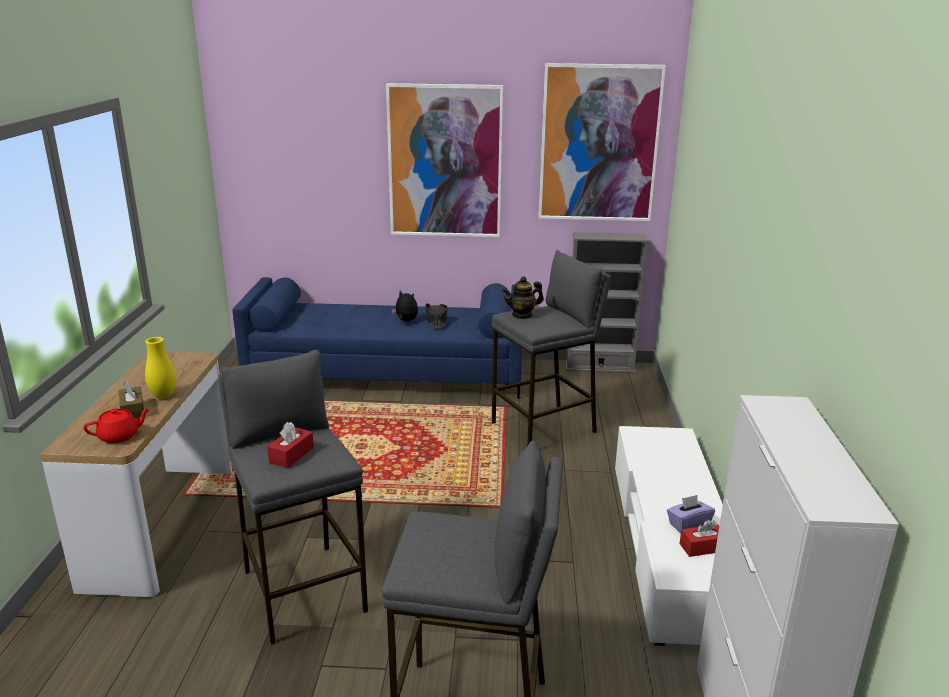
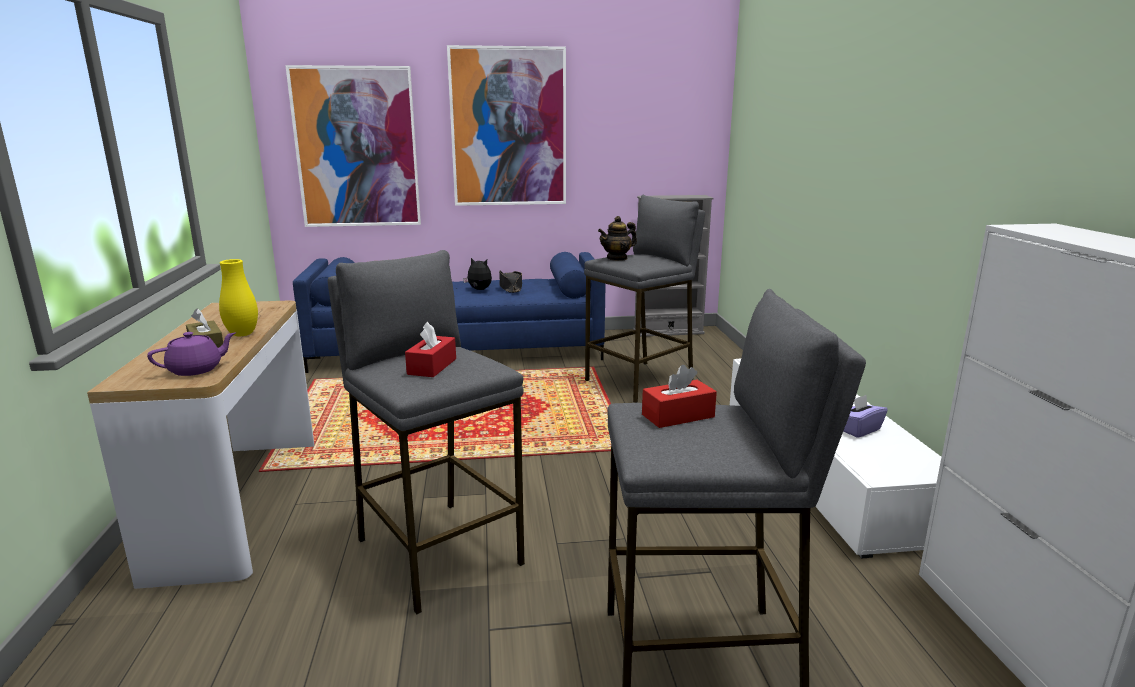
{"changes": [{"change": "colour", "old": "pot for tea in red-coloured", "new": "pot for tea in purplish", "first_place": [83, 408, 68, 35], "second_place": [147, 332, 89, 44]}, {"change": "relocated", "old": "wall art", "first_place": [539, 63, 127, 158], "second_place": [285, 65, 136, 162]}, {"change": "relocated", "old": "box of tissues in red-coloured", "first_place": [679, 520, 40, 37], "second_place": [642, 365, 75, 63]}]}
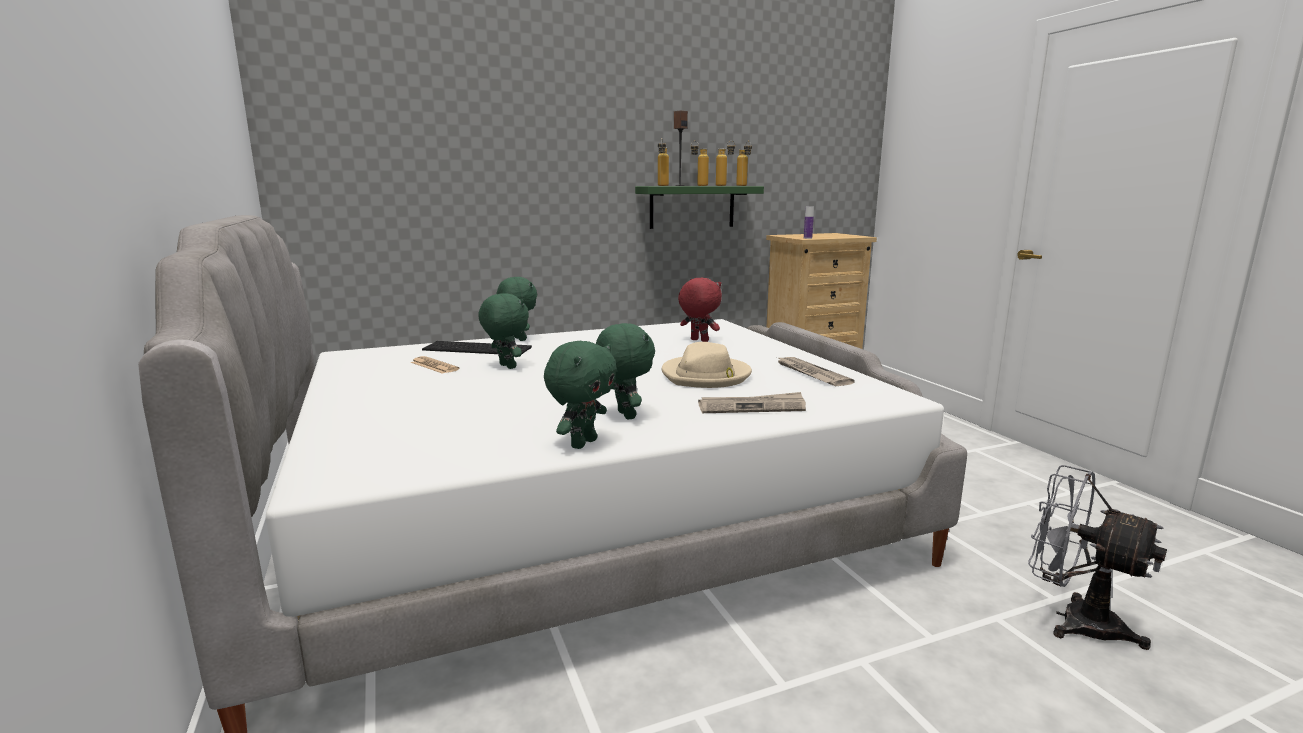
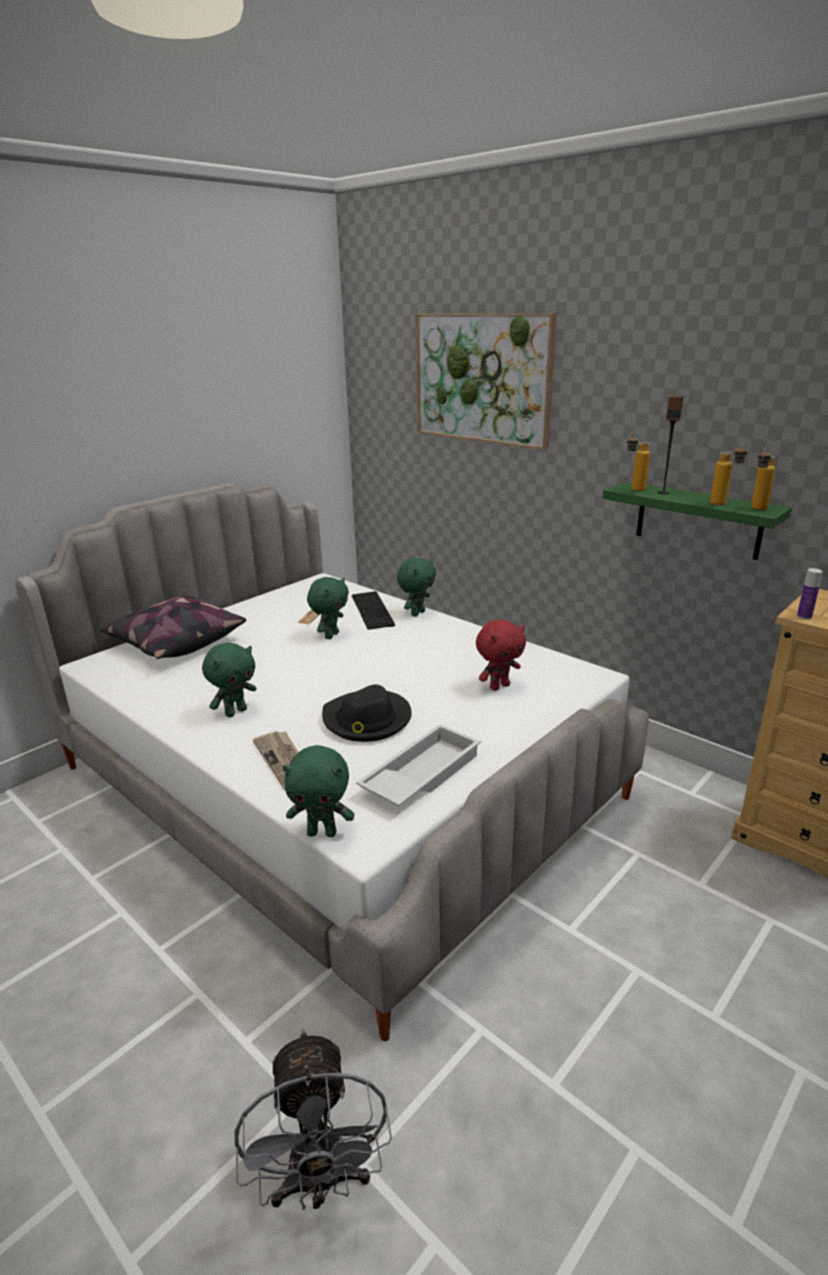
{"changes": [{"change": "relocated", "old": "soft toy in green", "first_place": [544, 341, 73, 108], "second_place": [283, 745, 72, 92]}, {"change": "colour", "old": "hat in sand-coloured", "new": "hat in blackish", "first_place": [662, 342, 90, 46], "second_place": [322, 685, 90, 57]}, {"change": "spun", "old": "soft toy in red-coloured", "first_place": [678, 278, 44, 64], "second_place": [476, 620, 50, 71], "degrees": 45}, {"change": "missing", "old": "drink bottle", "first_place": [691, 141, 18, 45]}, {"change": "exchanged", "old": "daily paper", "new": "serving tray in white", "first_place": [777, 357, 78, 29], "second_place": [356, 724, 125, 83]}, {"change": "spun", "old": "cooling fan in grey", "first_place": [1028, 465, 139, 185], "second_place": [235, 1029, 157, 181], "degrees": 150}, {"change": "appeared", "new": "cushion", "second_place": [100, 596, 147, 63]}, {"change": "appeared", "new": "wall art", "second_place": [415, 313, 142, 137]}]}
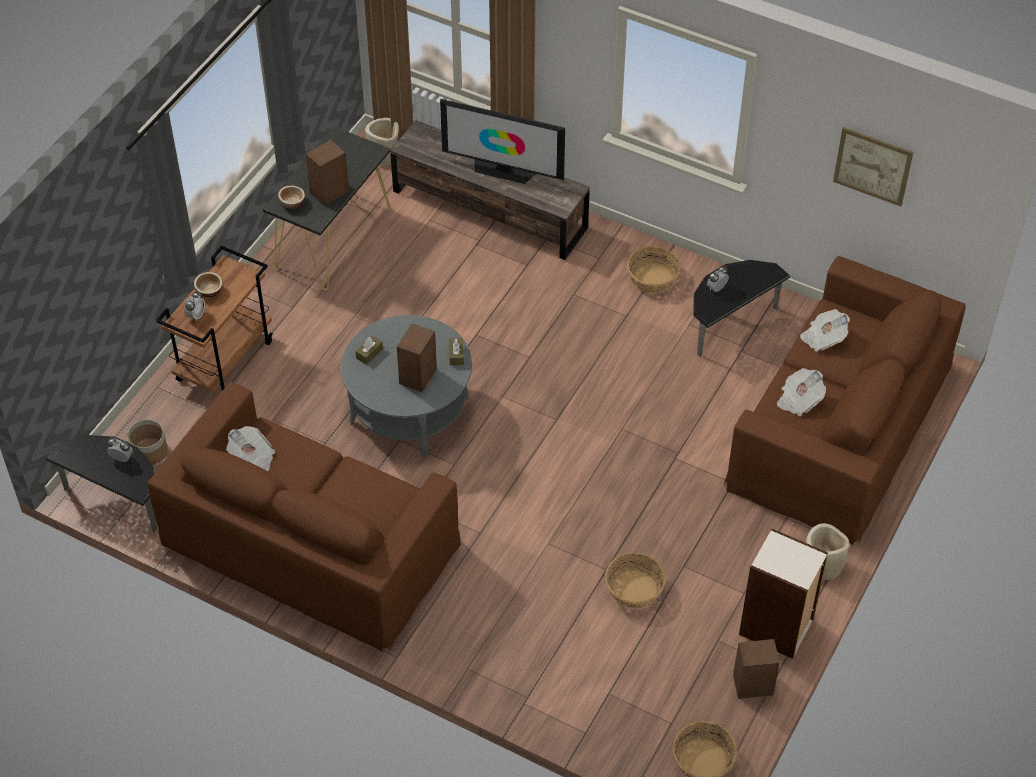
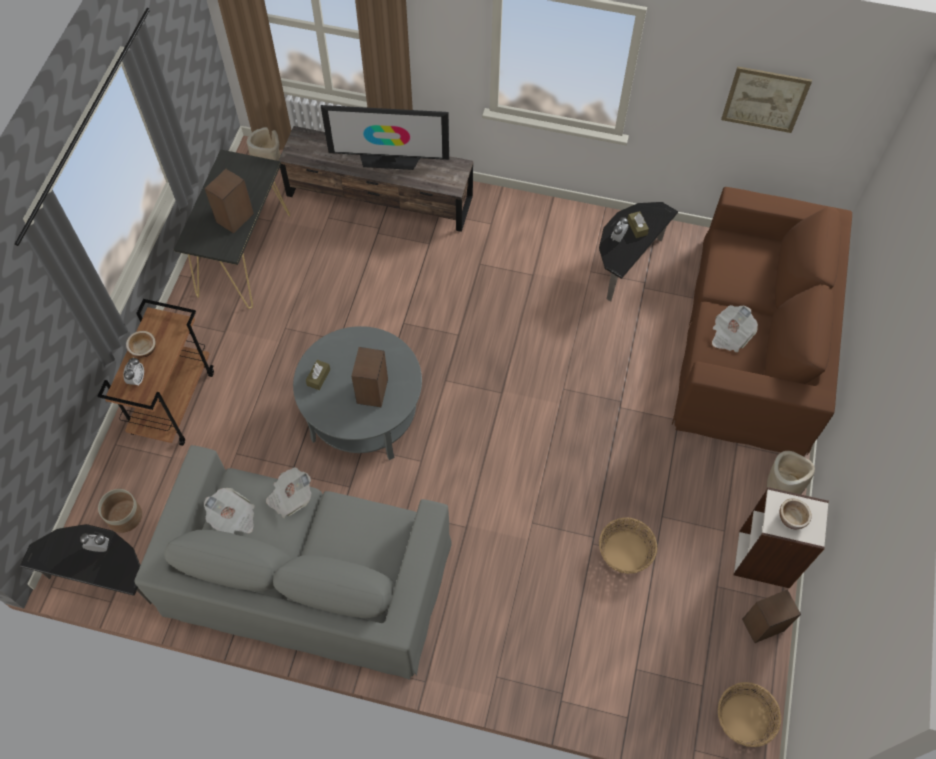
{"changes": [{"change": "colour", "old": "settee in brownish", "new": "settee in grey", "first_place": [147, 382, 314, 270], "second_place": [135, 445, 317, 234]}, {"change": "relocated", "old": "serving bowl", "first_place": [278, 185, 27, 24], "second_place": [780, 499, 32, 30]}, {"change": "relocated", "old": "box of tissues in brownish", "first_place": [449, 338, 15, 28], "second_place": [627, 211, 22, 27]}, {"change": "missing", "old": "household basket", "first_place": [627, 246, 54, 47]}, {"change": "relocated", "old": "daily paper", "first_place": [800, 309, 50, 43], "second_place": [266, 467, 46, 51]}]}
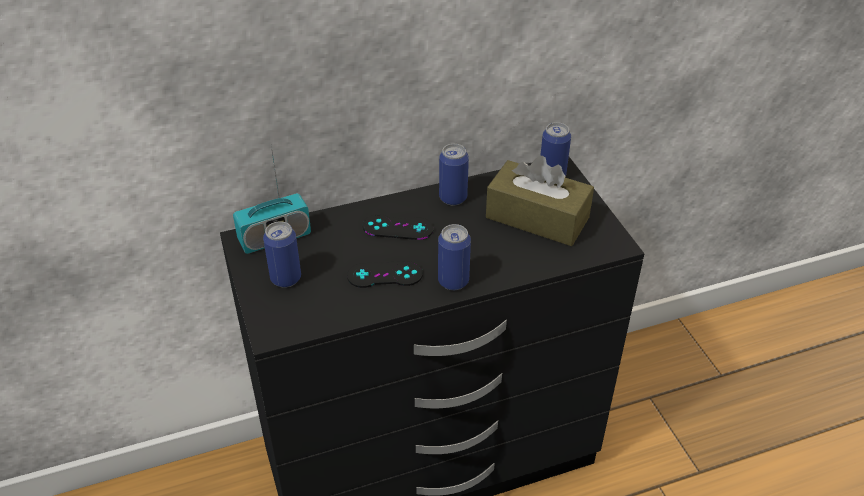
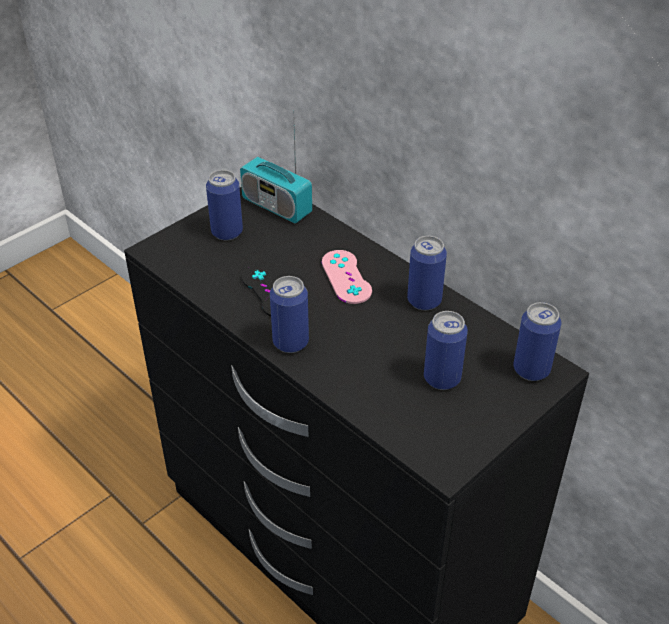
{"changes": [{"change": "colour", "old": "joypad in blackish", "new": "joypad in pinkish", "first_place": [362, 214, 72, 26], "second_place": [322, 250, 50, 54]}, {"change": "exchanged", "old": "box of tissues in brownish", "new": "metal can", "first_place": [486, 156, 108, 90], "second_place": [424, 311, 44, 79]}]}
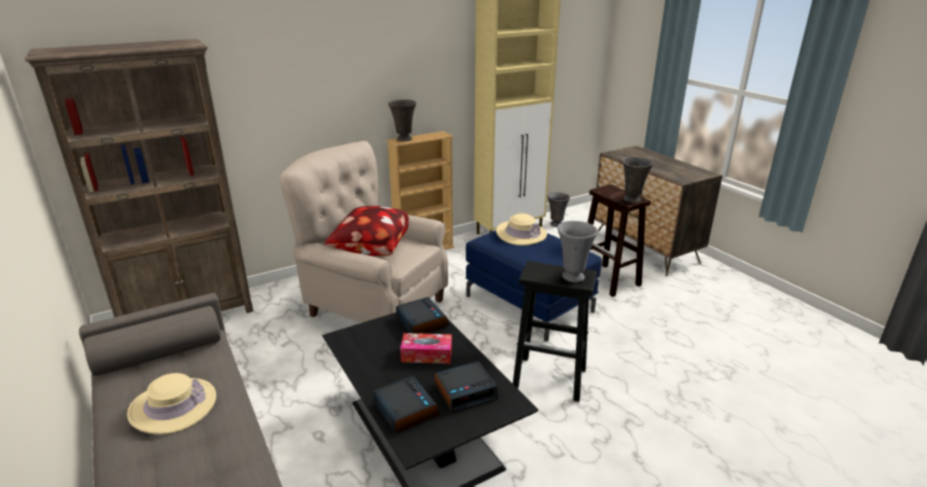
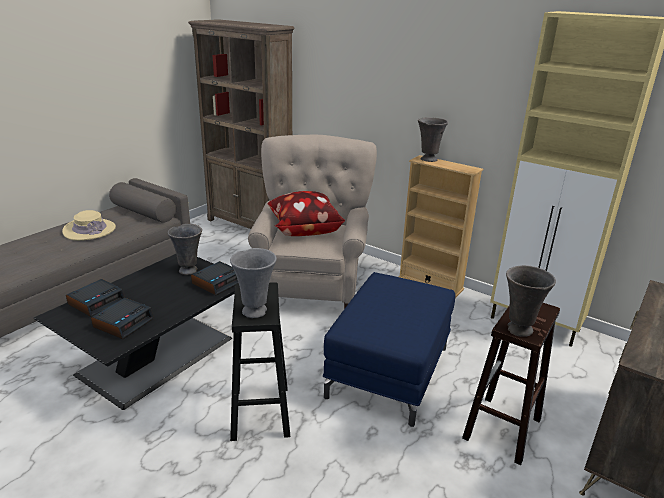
{"changes": [{"change": "missing", "old": "box of tissues", "first_place": [400, 333, 52, 31]}, {"change": "spun", "old": "alarm clock", "first_place": [434, 361, 64, 52], "second_place": [91, 298, 63, 41], "degrees": -105}, {"change": "missing", "old": "hat in sand-coloured", "first_place": [496, 213, 51, 33]}, {"change": "relocated", "old": "flower vase in grey", "first_place": [547, 192, 23, 35], "second_place": [168, 224, 34, 51]}]}
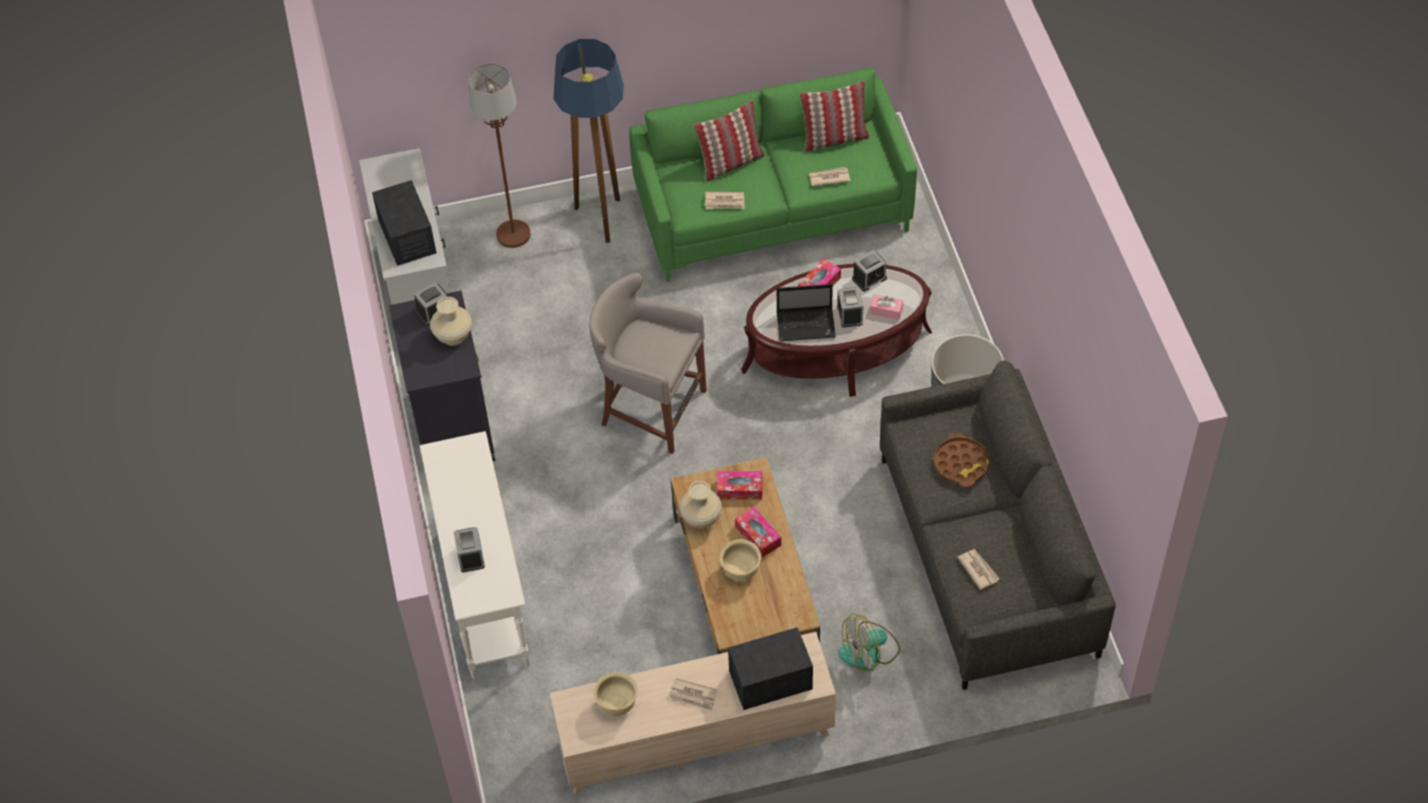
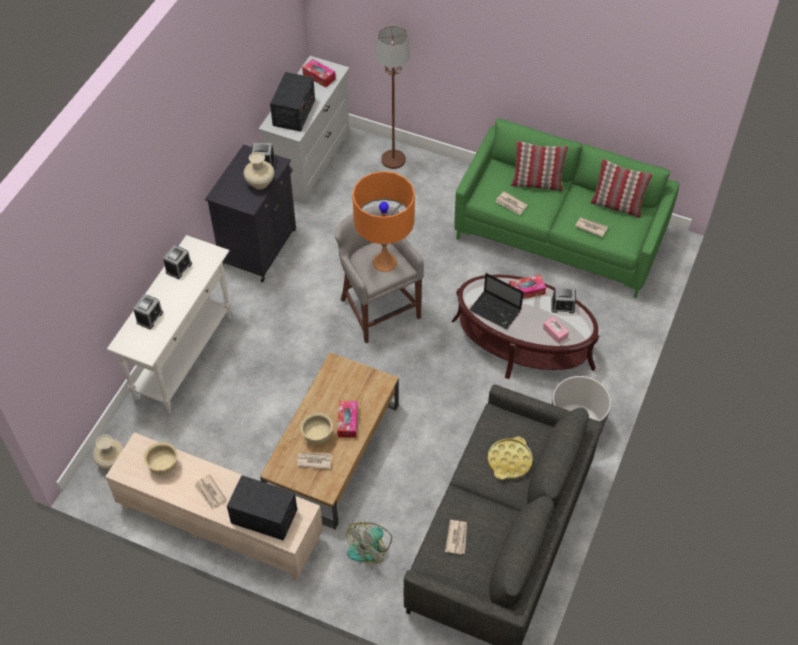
{"changes": [{"change": "missing", "old": "standard lamp", "first_place": [553, 39, 71, 204]}, {"change": "relocated", "old": "flower vase in sand-coloured", "first_place": [679, 481, 43, 47], "second_place": [92, 435, 32, 35]}, {"change": "relocated", "old": "box of tissues", "first_place": [717, 471, 46, 28], "second_place": [302, 59, 34, 29]}, {"change": "relocated", "old": "alarm clock", "first_place": [837, 287, 27, 41], "second_place": [163, 245, 29, 34]}, {"change": "spun", "old": "cooling fan", "first_place": [838, 613, 62, 59], "second_place": [347, 522, 45, 42], "degrees": -60}, {"change": "colour", "old": "serving tray in brownish", "new": "serving tray in yellow-coloured", "first_place": [934, 433, 56, 54], "second_place": [488, 437, 45, 43]}, {"change": "appeared", "new": "daily paper", "second_place": [297, 453, 35, 16]}, {"change": "appeared", "new": "table lamp in orangey", "second_place": [352, 171, 63, 101]}]}
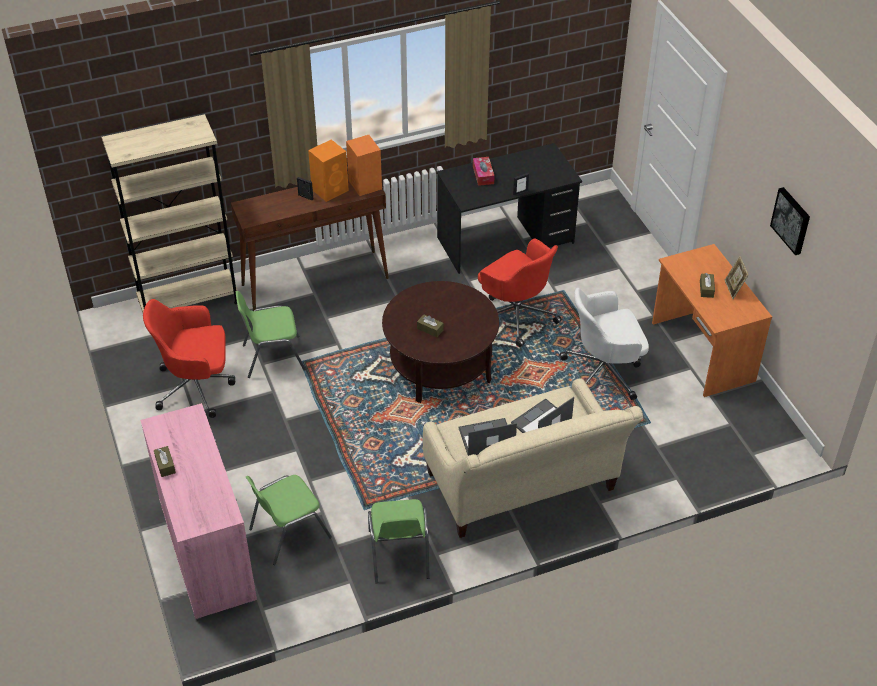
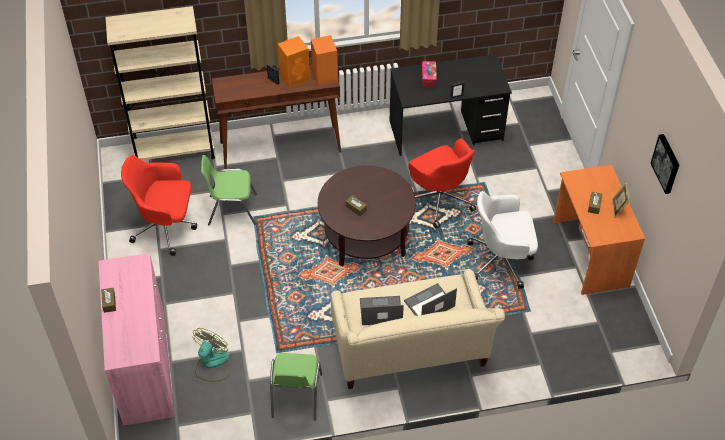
{"changes": [{"change": "exchanged", "old": "plain chair in green", "new": "cooling fan", "first_place": [246, 475, 86, 90], "second_place": [193, 328, 37, 54]}]}
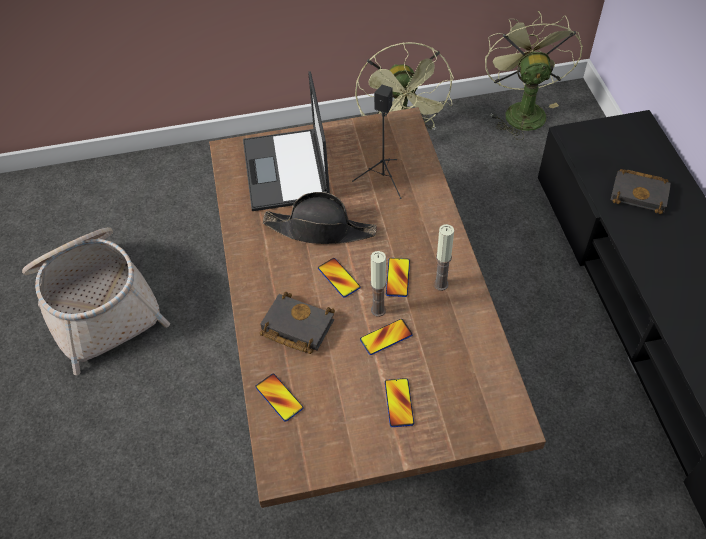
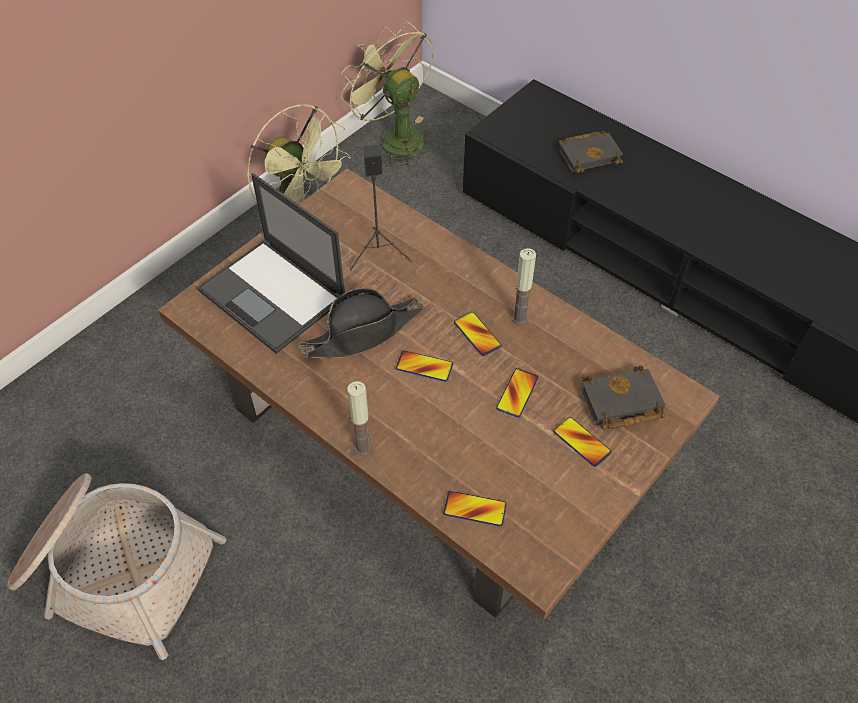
{"changes": [{"change": "relocated", "old": "bound book in blackish", "first_place": [260, 292, 75, 62], "second_place": [581, 365, 84, 65]}, {"change": "relocated", "old": "candle", "first_place": [370, 251, 17, 66], "second_place": [347, 381, 25, 74]}]}
